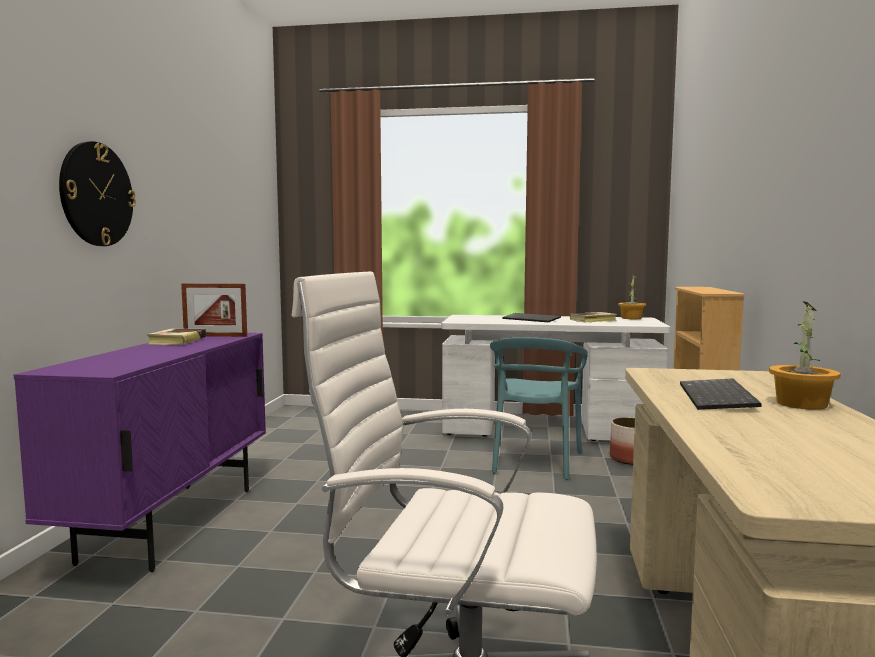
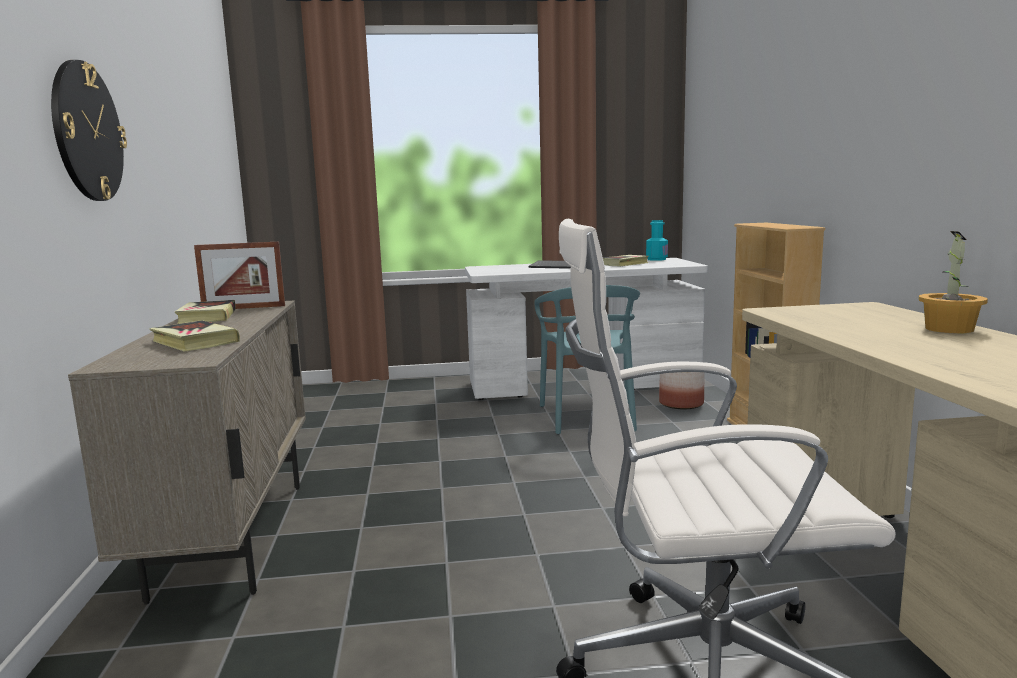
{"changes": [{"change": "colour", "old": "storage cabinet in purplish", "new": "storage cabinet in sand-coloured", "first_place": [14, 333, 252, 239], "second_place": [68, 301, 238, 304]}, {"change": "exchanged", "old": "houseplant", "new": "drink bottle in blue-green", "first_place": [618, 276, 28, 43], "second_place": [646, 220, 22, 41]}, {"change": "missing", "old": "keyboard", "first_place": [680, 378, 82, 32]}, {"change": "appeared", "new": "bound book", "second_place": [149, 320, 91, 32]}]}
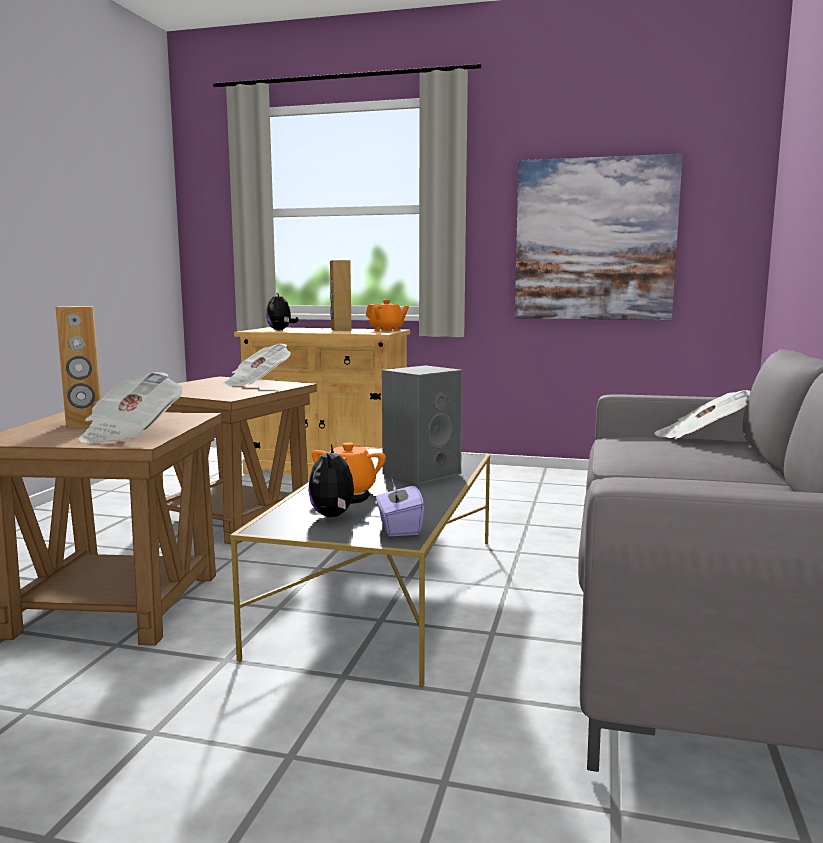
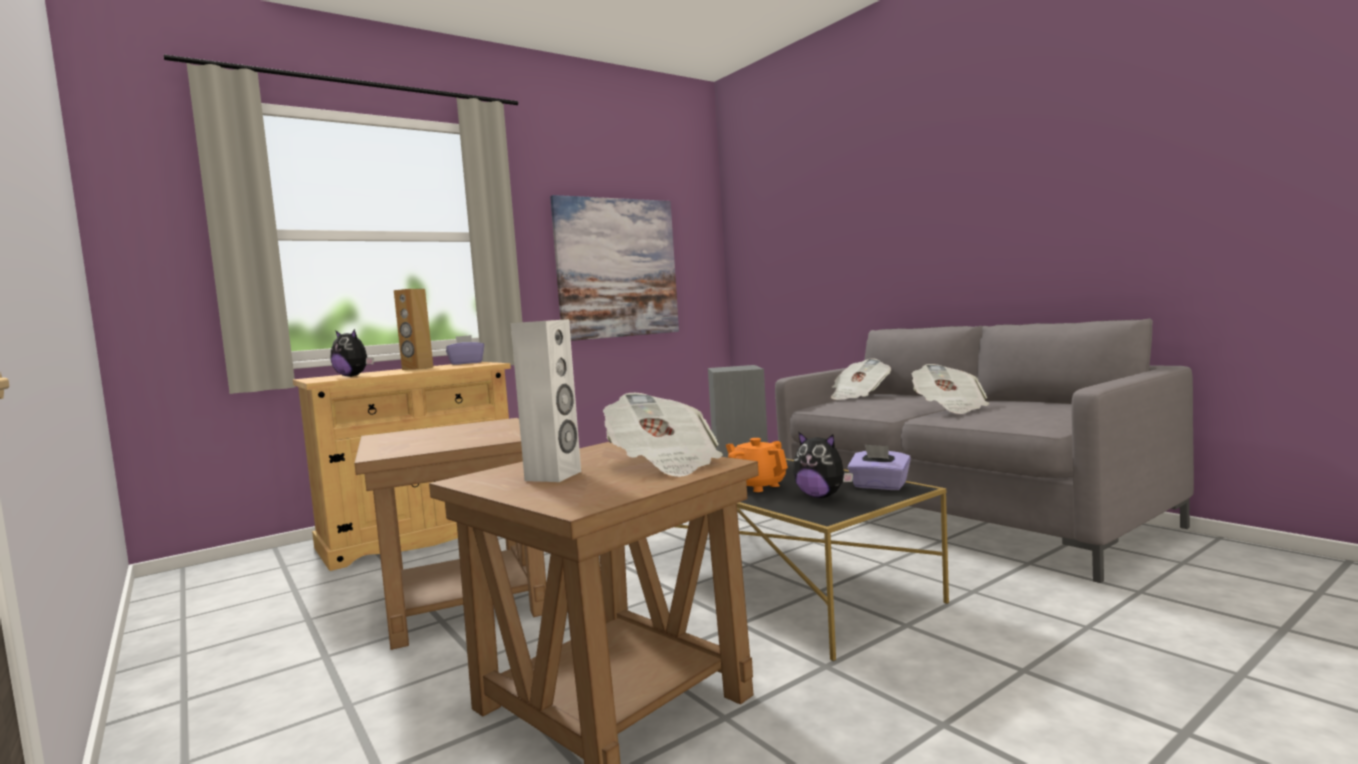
{"changes": [{"change": "colour", "old": "speaker in brownish", "new": "speaker in white", "first_place": [55, 306, 47, 121], "second_place": [511, 319, 70, 163]}, {"change": "relocated", "old": "daily paper", "first_place": [222, 344, 69, 43], "second_place": [912, 364, 77, 50]}, {"change": "exchanged", "old": "pot for tea in orangey", "new": "box of tissues in purplish", "first_place": [366, 300, 43, 31], "second_place": [446, 335, 38, 30]}]}
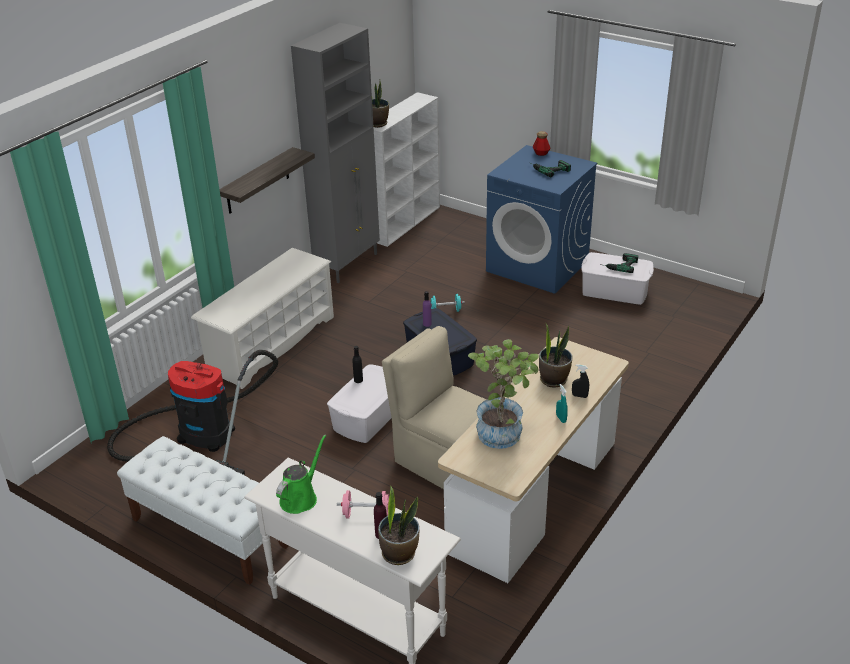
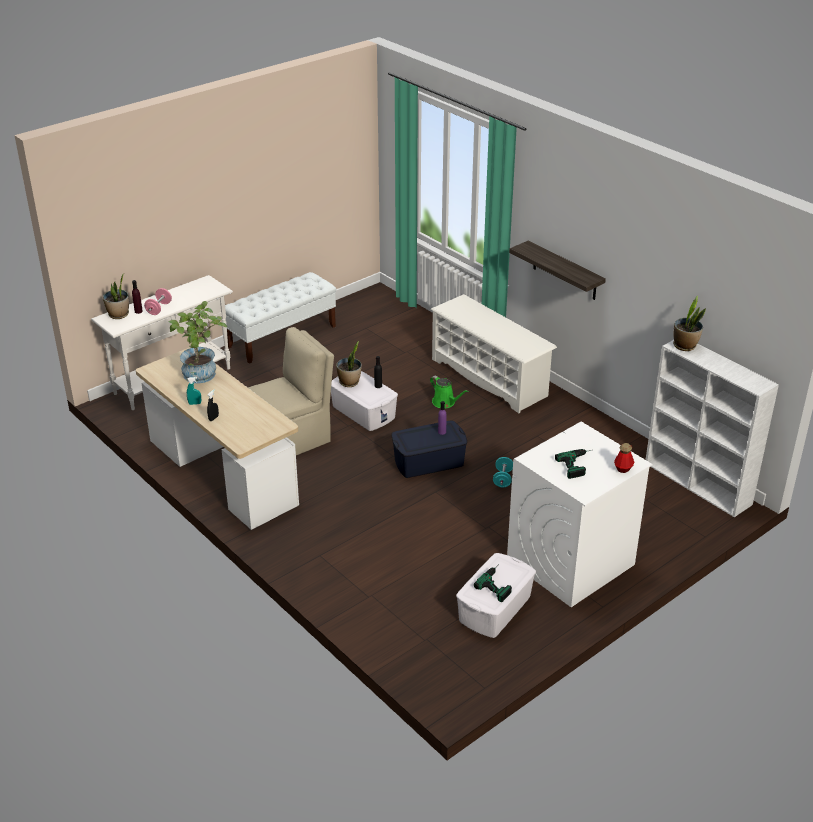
{"changes": [{"change": "missing", "old": "vacuum", "first_place": [107, 350, 171, 125]}, {"change": "relocated", "old": "watering can in green", "first_place": [276, 434, 50, 80], "second_place": [430, 376, 38, 32]}, {"change": "missing", "old": "storage cabinet in grey", "first_place": [291, 23, 89, 260]}, {"change": "colour", "old": "laundry appliance in bluish", "new": "laundry appliance in white", "first_place": [486, 145, 111, 149], "second_place": [507, 422, 146, 185]}, {"change": "relocated", "old": "houseplant", "first_place": [539, 324, 34, 64], "second_place": [336, 341, 26, 46]}]}
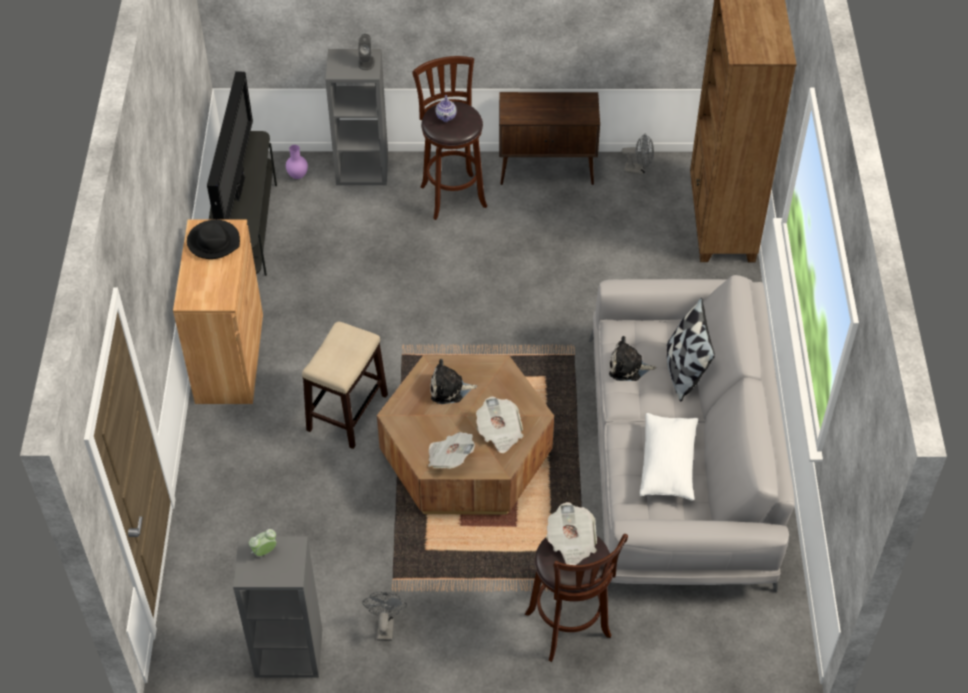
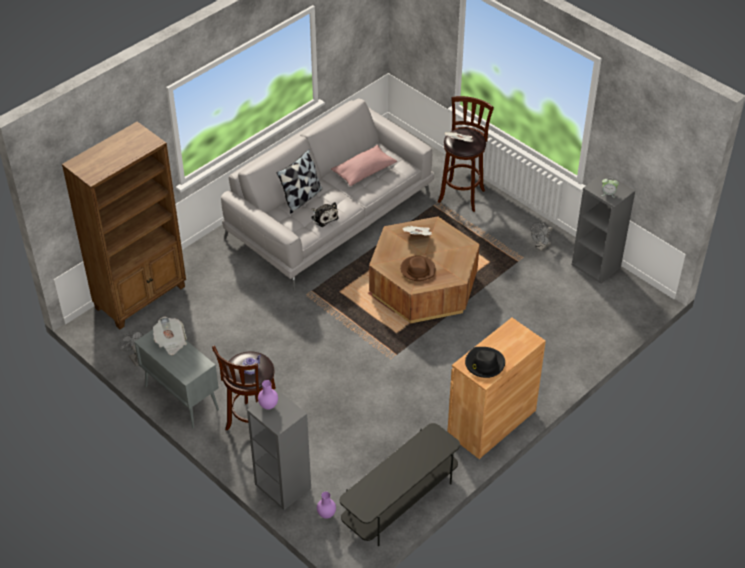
{"changes": [{"change": "missing", "old": "television", "first_place": [207, 71, 46, 149]}, {"change": "missing", "old": "stool seat", "first_place": [302, 322, 86, 127]}, {"change": "exchanged", "old": "speaker in grey", "new": "flower vase in purplish", "first_place": [358, 34, 16, 36], "second_place": [258, 380, 20, 30]}, {"change": "relocated", "old": "daily paper", "first_place": [428, 432, 47, 37], "second_place": [153, 316, 34, 39]}, {"change": "exchanged", "old": "soft toy", "new": "hat in brownish", "first_place": [430, 359, 47, 45], "second_place": [400, 255, 35, 26]}, {"change": "colour", "old": "storage cabinet in brownish", "new": "storage cabinet in grey", "first_place": [499, 92, 101, 93], "second_place": [134, 330, 85, 98]}, {"change": "colour", "old": "cushion in white", "new": "cushion in pinkish", "first_place": [640, 413, 58, 88], "second_place": [331, 145, 66, 41]}]}
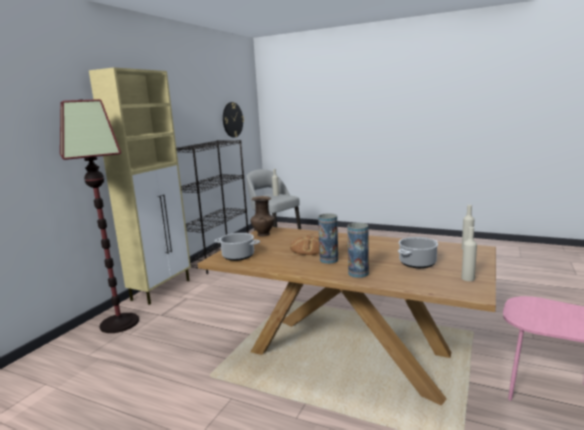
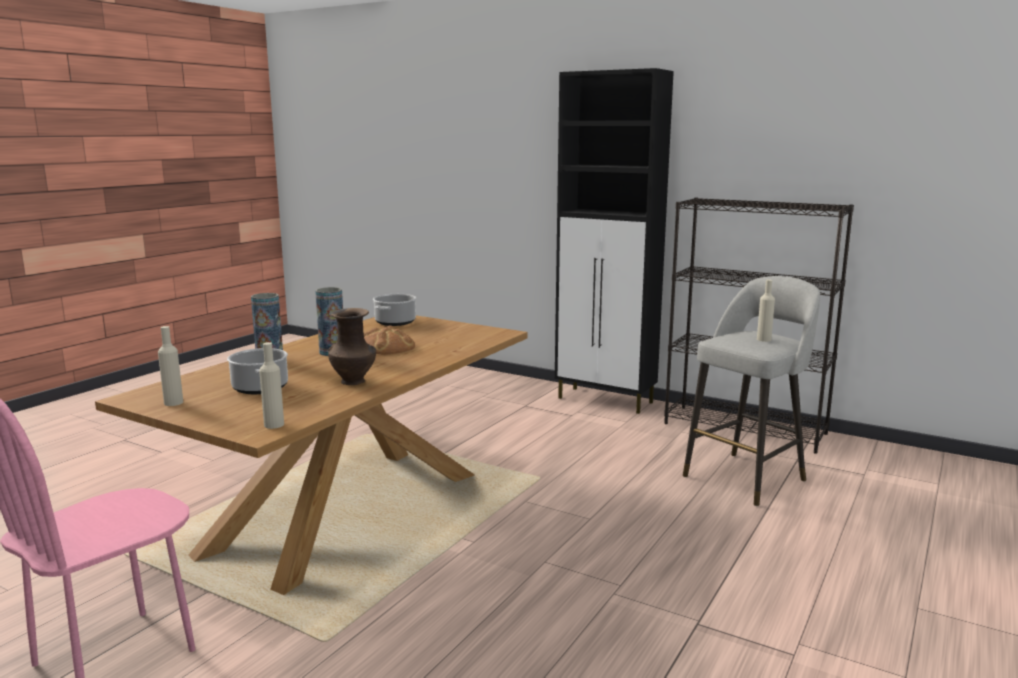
{"changes": [{"change": "missing", "old": "standard lamp", "first_place": [60, 99, 79, 234]}, {"change": "colour", "old": "storage cabinet in sand-coloured", "new": "storage cabinet in blackish", "first_place": [89, 68, 102, 237], "second_place": [555, 68, 119, 346]}, {"change": "missing", "old": "hanging clock", "first_place": [223, 102, 21, 36]}, {"change": "relocated", "old": "flower vase in brownish", "first_place": [250, 196, 25, 41], "second_place": [328, 308, 48, 77]}]}
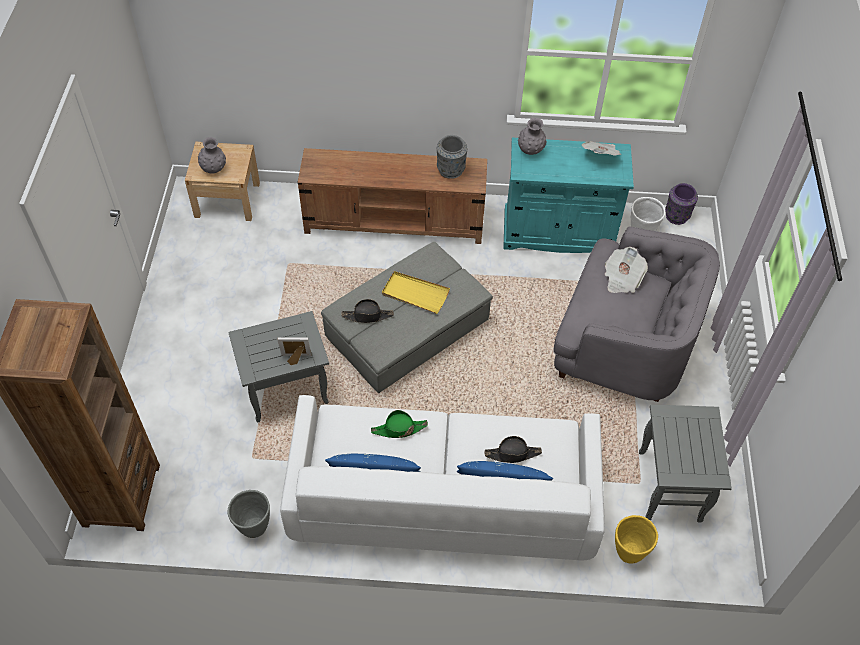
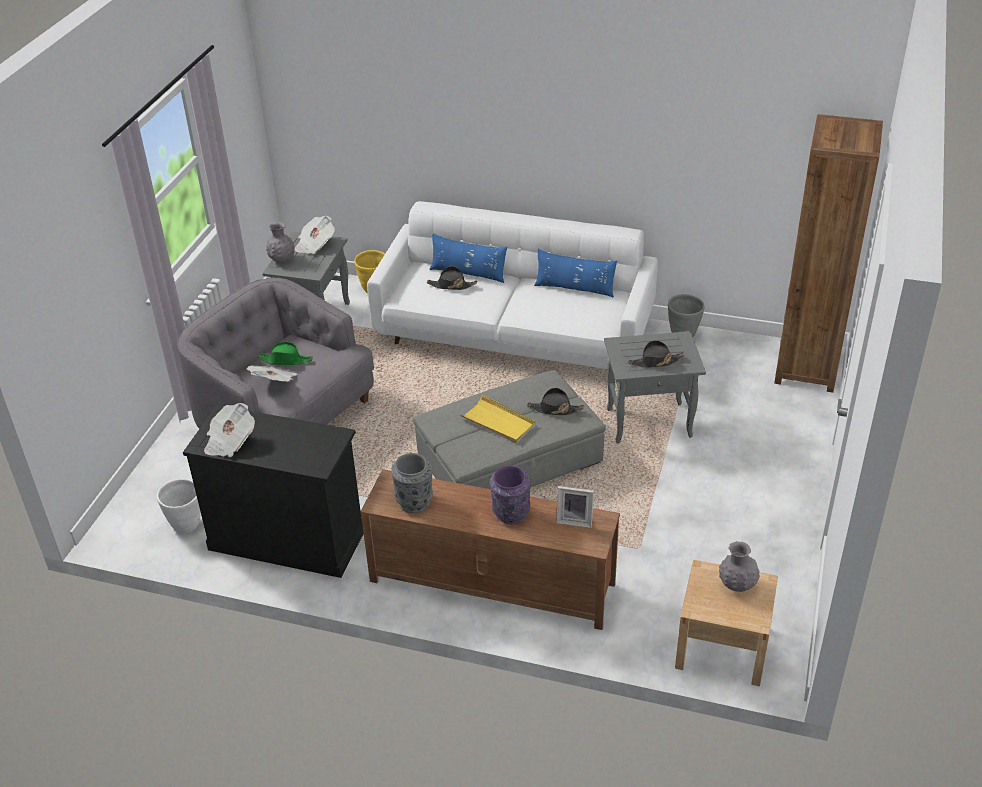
{"changes": [{"change": "relocated", "old": "standing frame", "first_place": [277, 337, 34, 28], "second_place": [556, 486, 38, 42]}, {"change": "relocated", "old": "hat in green", "first_place": [371, 410, 57, 28], "second_place": [257, 342, 56, 23]}, {"change": "colour", "old": "storage cabinet in blue-green", "new": "storage cabinet in blackish", "first_place": [503, 138, 131, 115], "second_place": [183, 405, 181, 173]}, {"change": "relocated", "old": "flower vase in grey", "first_place": [518, 118, 29, 37], "second_place": [266, 222, 29, 41]}, {"change": "relocated", "old": "flower vase in purplish", "first_place": [665, 183, 33, 42], "second_place": [490, 465, 41, 59]}, {"change": "appeared", "new": "daily paper", "second_place": [294, 216, 41, 38]}, {"change": "appeared", "new": "hat in blackish", "second_place": [628, 340, 57, 28]}]}
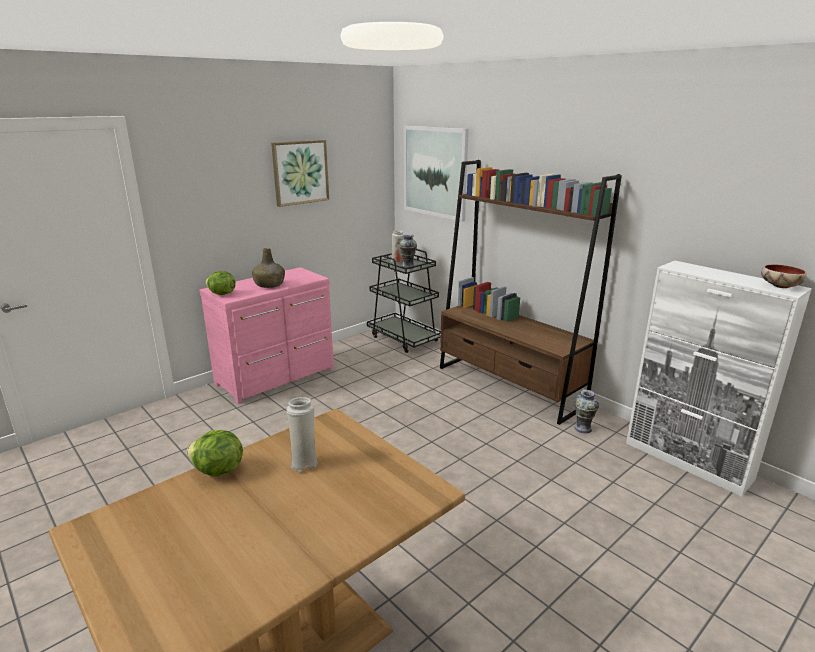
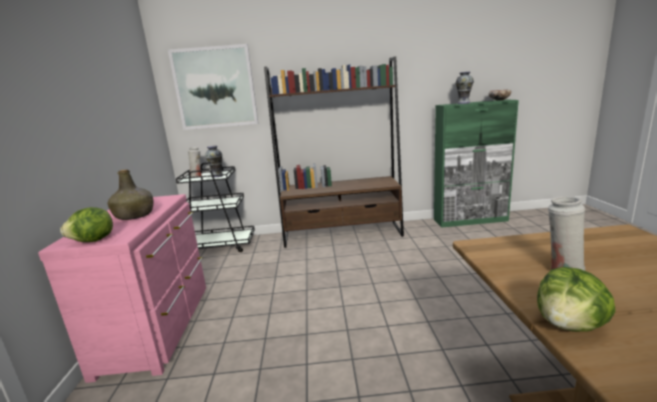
{"changes": [{"change": "missing", "old": "wall art", "first_place": [271, 140, 58, 67]}, {"change": "relocated", "old": "flower vase", "first_place": [574, 390, 25, 43], "second_place": [456, 72, 18, 32]}, {"change": "colour", "old": "storage cabinet in white", "new": "storage cabinet in green", "first_place": [626, 261, 186, 235], "second_place": [434, 99, 85, 129]}]}
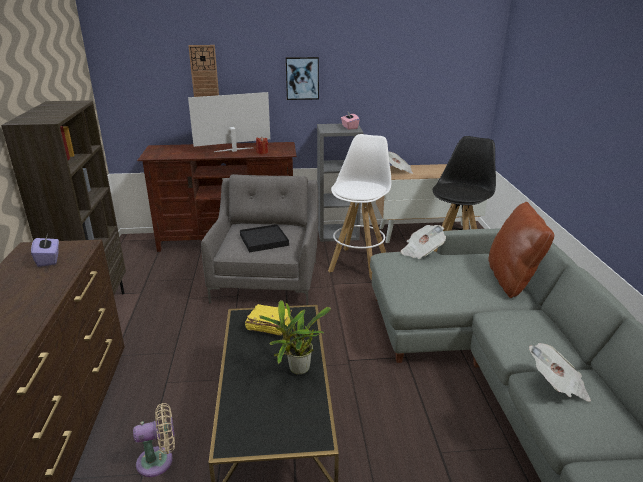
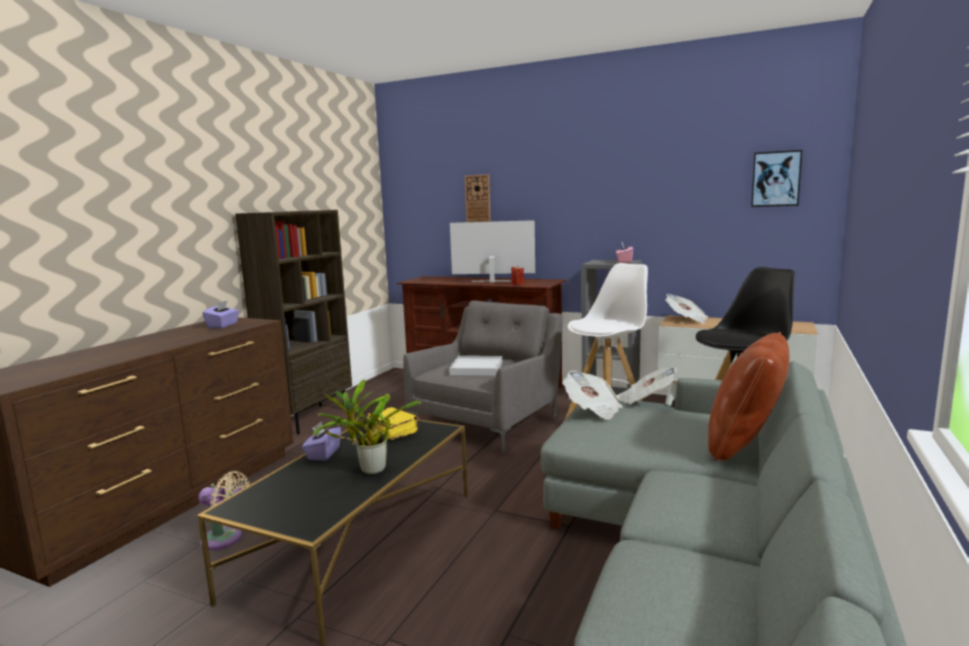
{"changes": [{"change": "colour", "old": "serving tray in blackish", "new": "serving tray in white", "first_place": [240, 224, 49, 28], "second_place": [449, 356, 53, 20]}, {"change": "relocated", "old": "wall art", "first_place": [286, 57, 33, 43], "second_place": [751, 150, 51, 57]}, {"change": "relocated", "old": "daily paper", "first_place": [529, 343, 62, 59], "second_place": [563, 371, 60, 49]}, {"change": "appeared", "new": "box of tissues in purplish", "second_place": [302, 422, 39, 39]}]}
